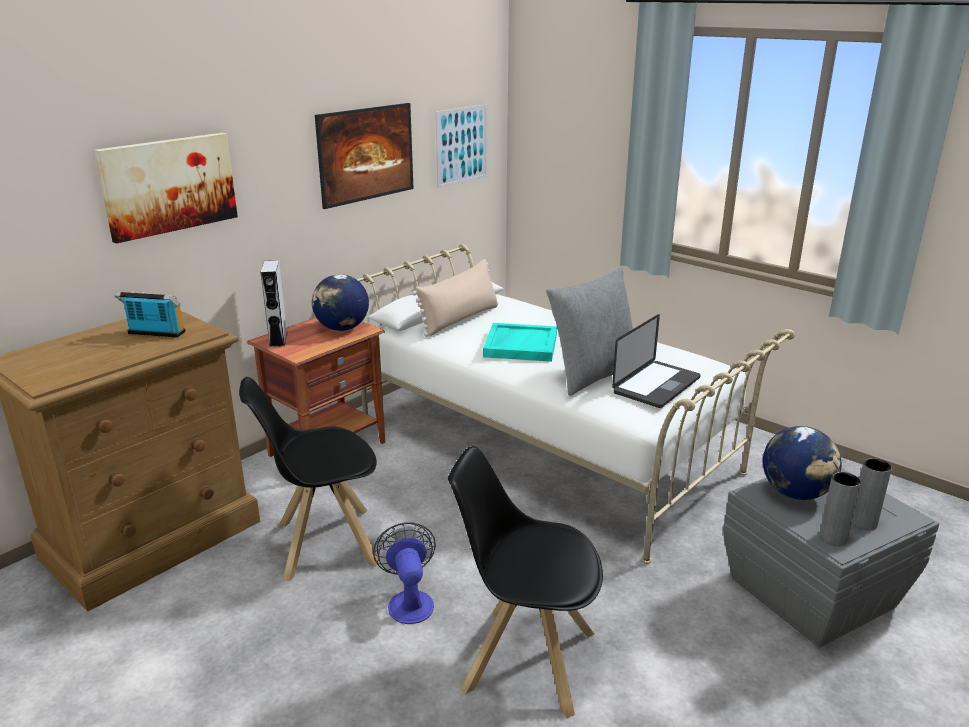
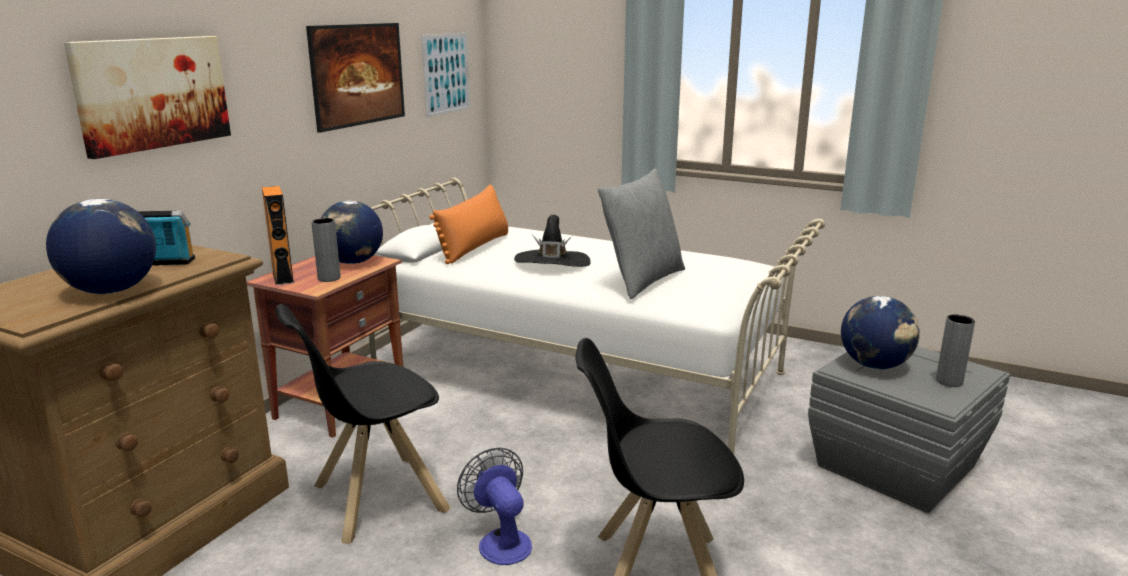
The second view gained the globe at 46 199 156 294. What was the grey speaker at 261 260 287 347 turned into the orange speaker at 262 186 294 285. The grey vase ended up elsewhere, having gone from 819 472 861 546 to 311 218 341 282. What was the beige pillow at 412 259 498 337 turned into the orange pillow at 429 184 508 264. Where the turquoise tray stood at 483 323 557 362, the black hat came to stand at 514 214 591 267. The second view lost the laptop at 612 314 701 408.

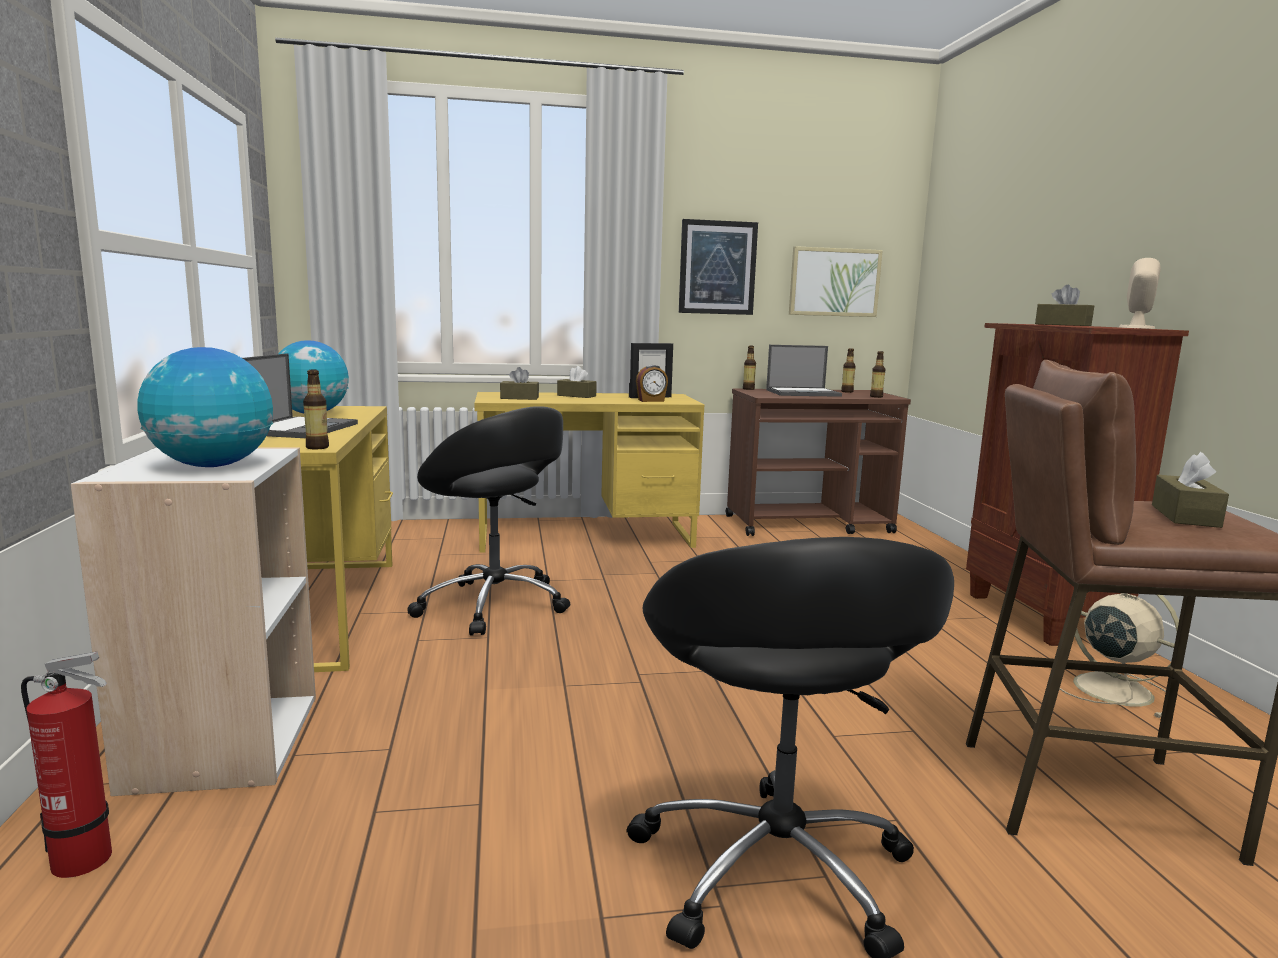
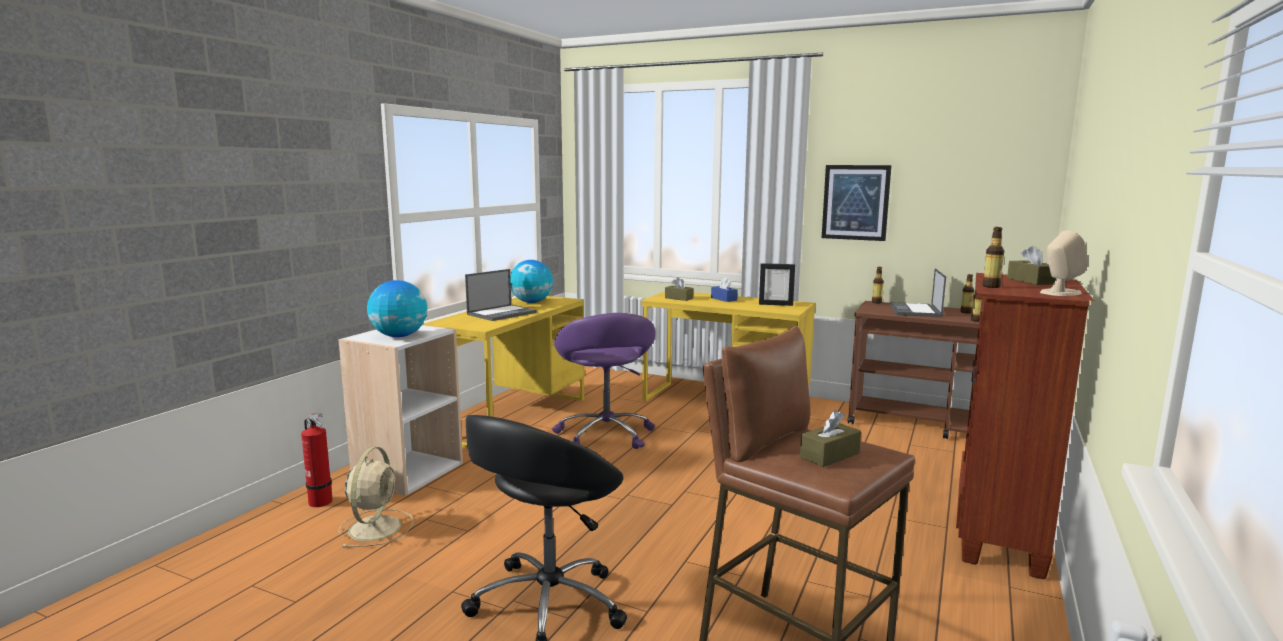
The beige fan ended up elsewhere, having gone from 1059 593 1179 718 to 339 447 414 548. What was the black office chair at 407 406 570 636 turned into the purple office chair at 552 313 656 449. What was the brown tissue box at 557 366 597 398 turned into the blue tissue box at 711 277 738 302. The laptop at 766 345 842 397 ended up facing another way, 75 degrees clockwise from before. The bottle ended up elsewhere, having gone from 303 370 329 449 to 982 227 1004 288. The second view lost the alarm clock at 636 365 668 402. The second view lost the picture at 789 246 883 317.

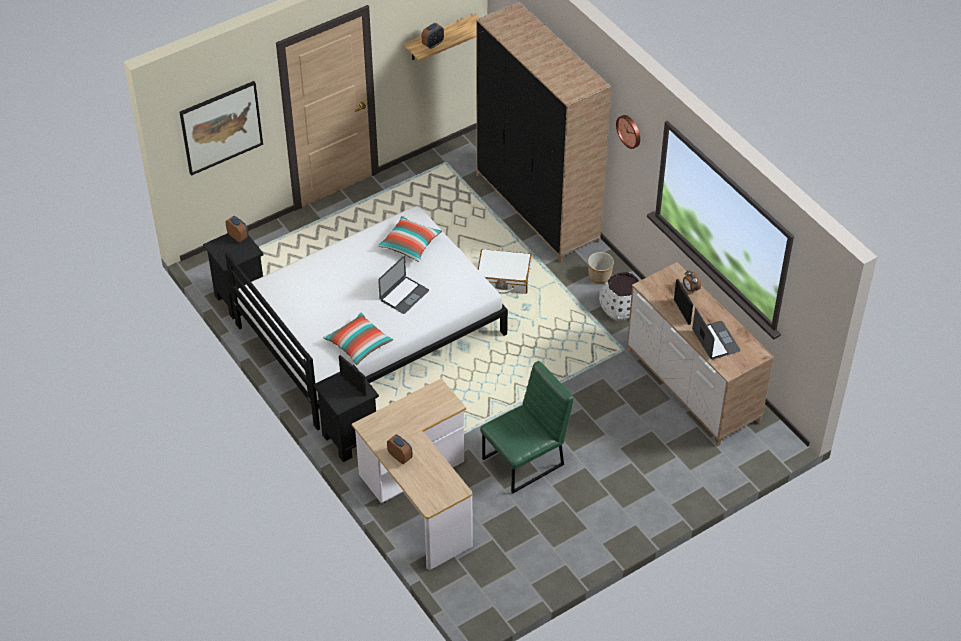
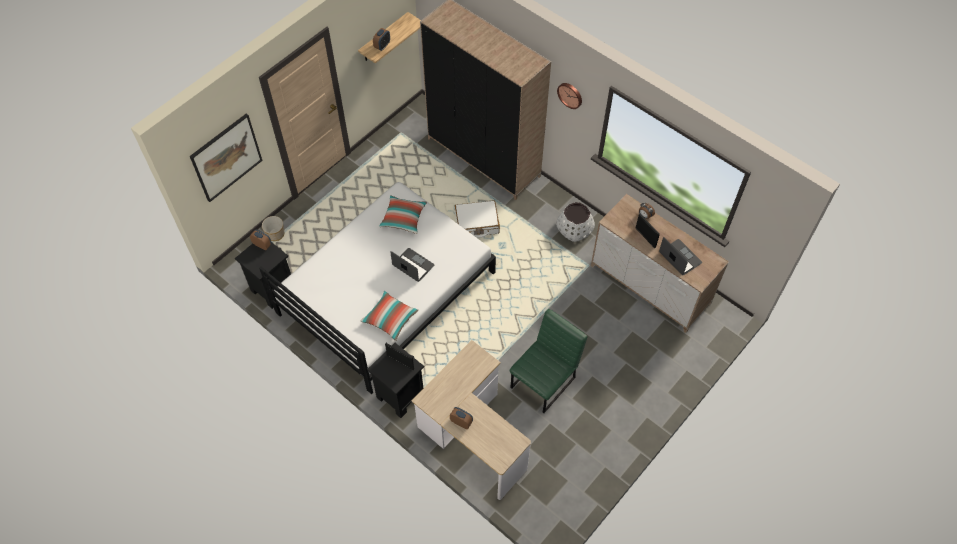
The planter ended up elsewhere, having gone from 588 252 614 283 to 262 216 285 241. The laptop at 378 256 429 314 ended up facing another way, 75 degrees counterclockwise from before.

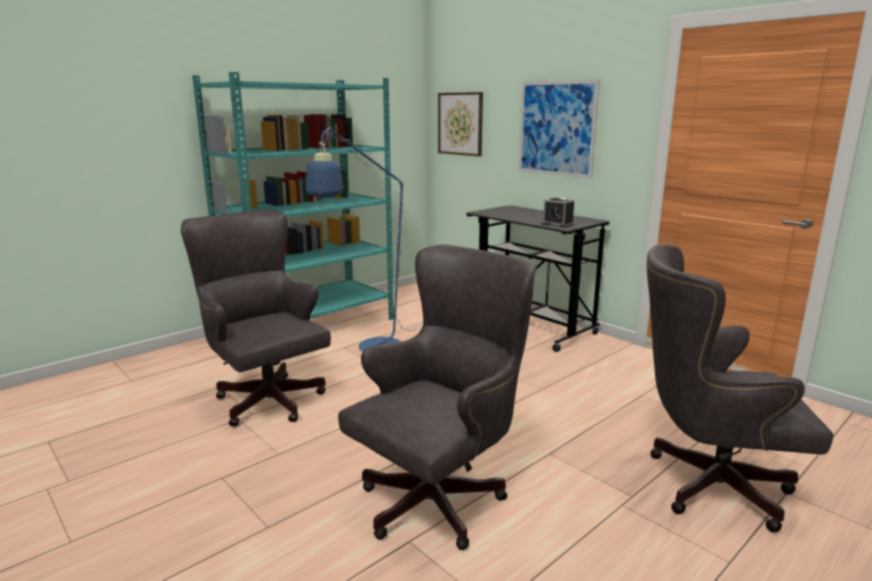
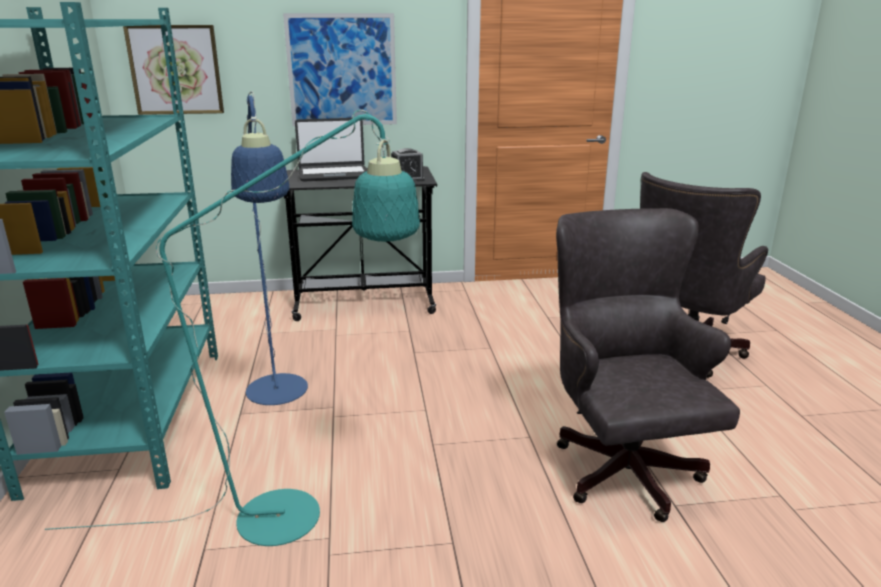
Where the grey office chair stood at 181 209 331 427, the turquoise floor lamp came to stand at 45 110 420 546. The second view gained the laptop at 295 118 367 182.

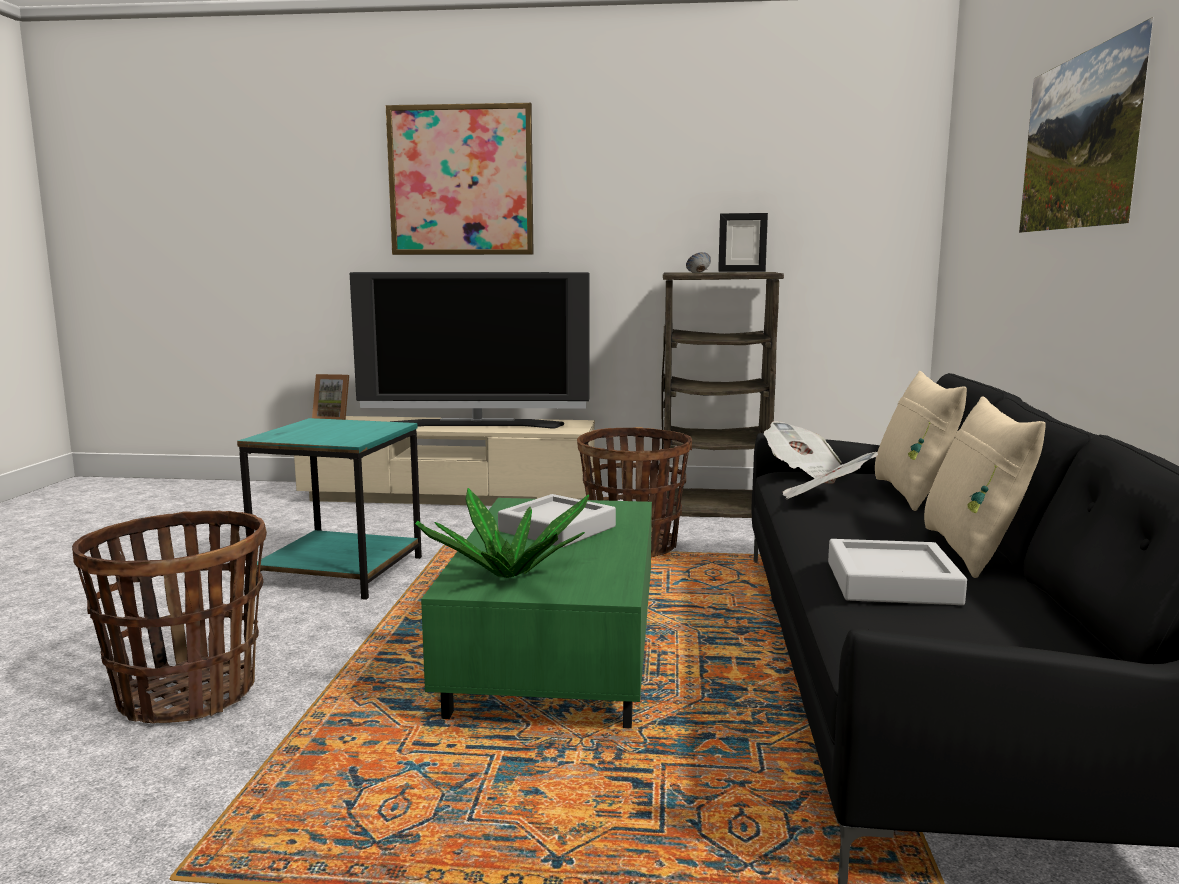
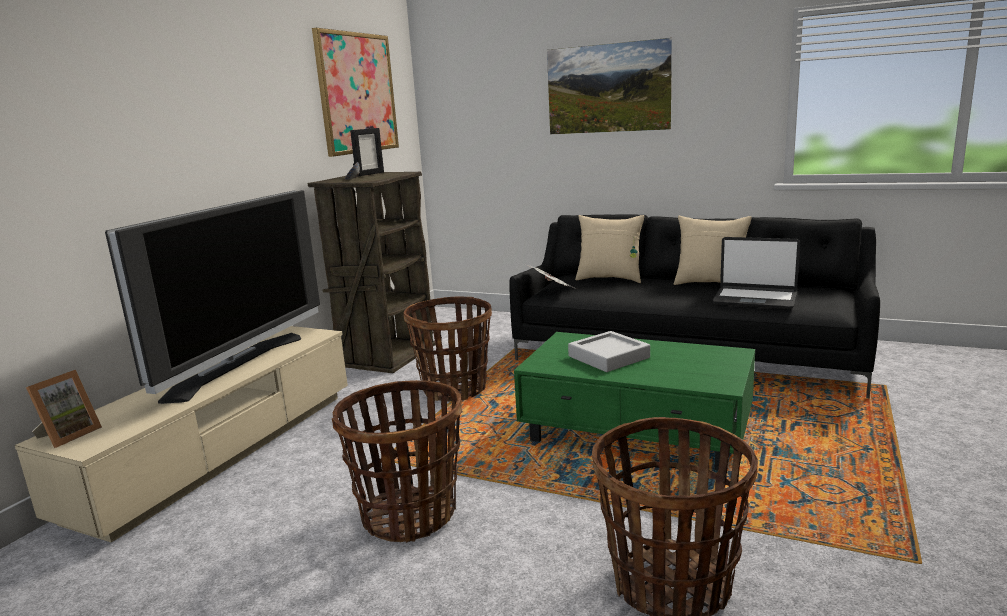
The picture ended up elsewhere, having gone from 386 103 534 255 to 312 28 399 157. Where the turquoise side table stood at 237 418 422 600, the basket came to stand at 332 380 462 543. Where the grey tray stood at 828 539 967 605, the laptop came to stand at 712 237 800 309. The second view lost the potted plant at 415 488 589 578. The second view lost the newspaper at 783 452 878 499.

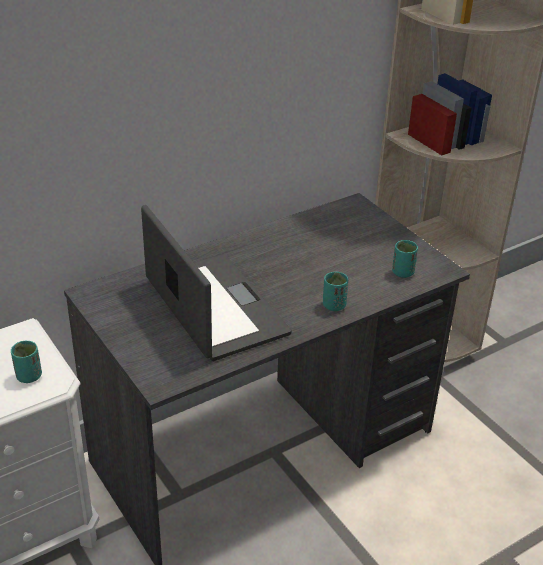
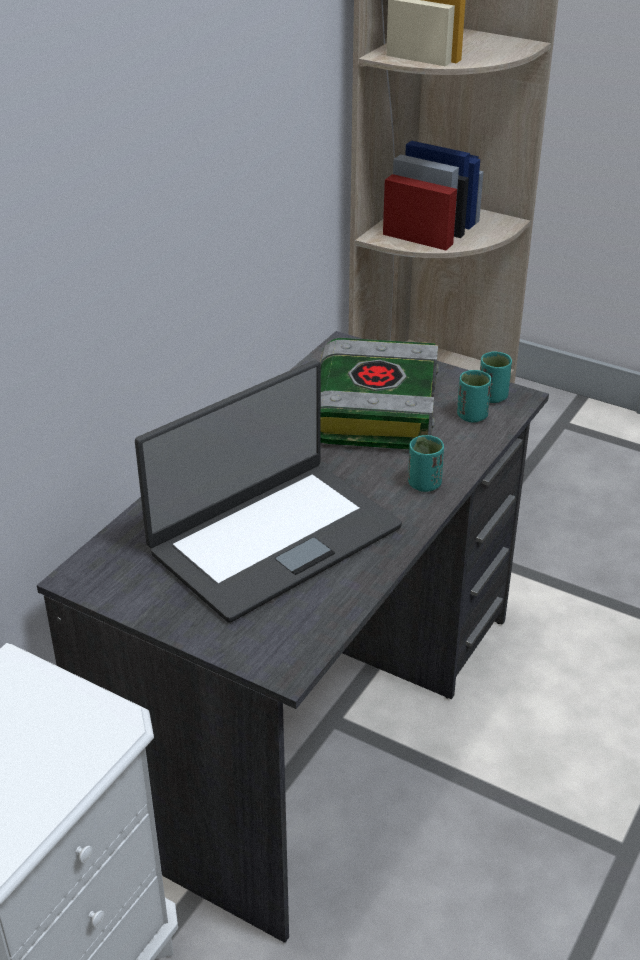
The laptop at 141 205 292 361 ended up facing another way, 105 degrees clockwise from before. The second view gained the book at 320 338 439 449. The turquoise cup ended up elsewhere, having gone from 11 341 42 383 to 480 352 512 403.

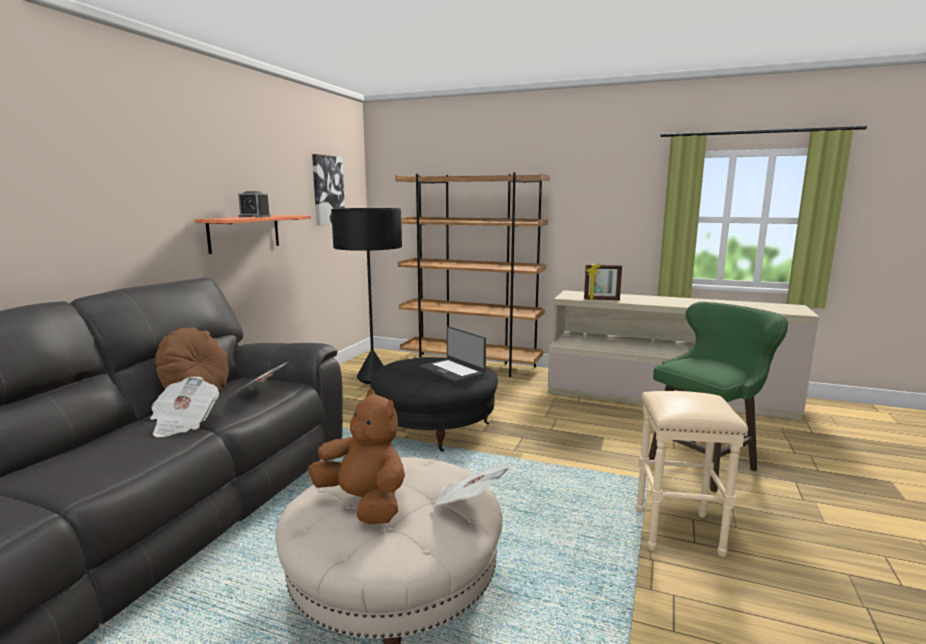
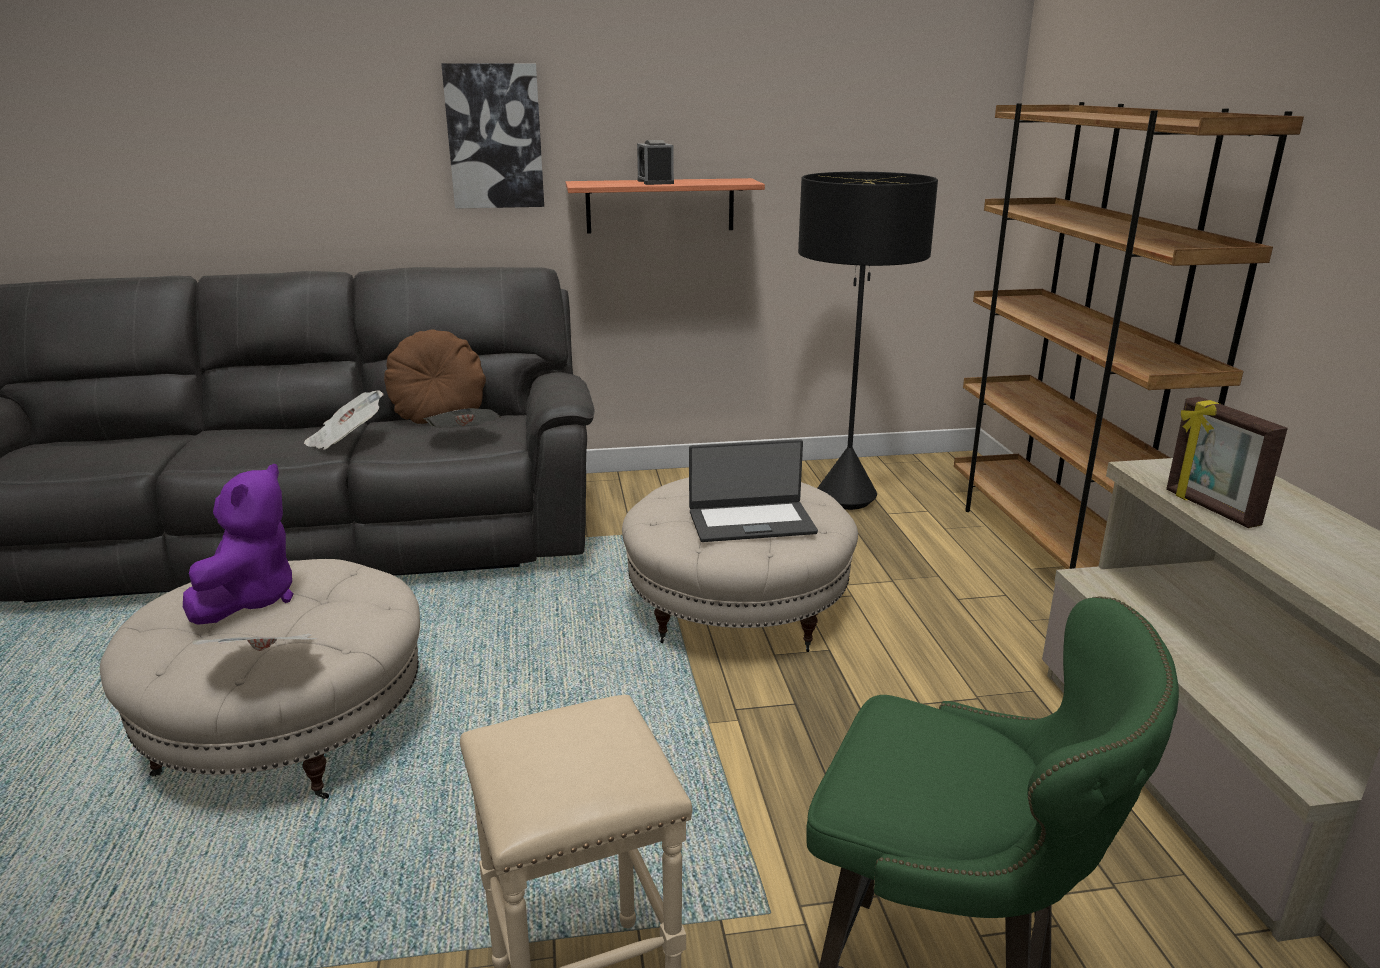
What was the brown plush toy at 308 389 405 525 turned into the purple plush toy at 183 464 294 625. The picture ended up elsewhere, having gone from 312 154 345 226 to 441 63 544 209. What was the black ottoman at 370 357 498 451 turned into the beige ottoman at 622 477 858 652. The laptop at 420 326 486 383 ended up facing another way, 120 degrees counterclockwise from before.

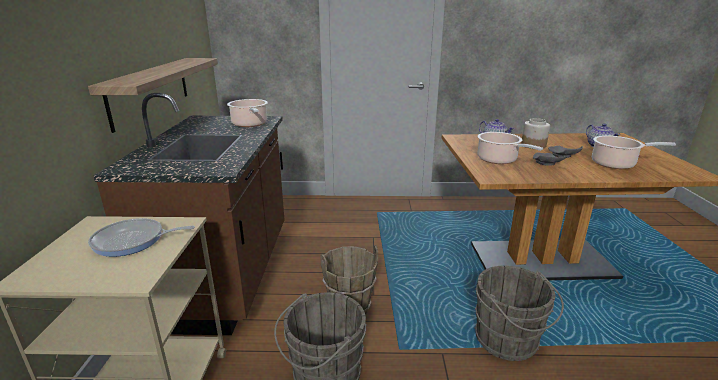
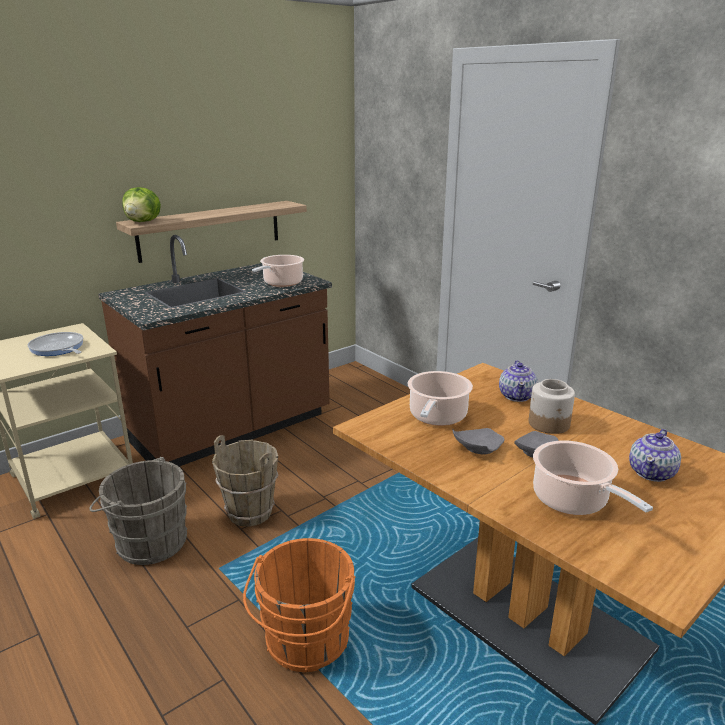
The second view gained the lettuce at 122 187 161 222. What was the grey bucket at 475 266 564 361 turned into the orange bucket at 243 538 355 672.

